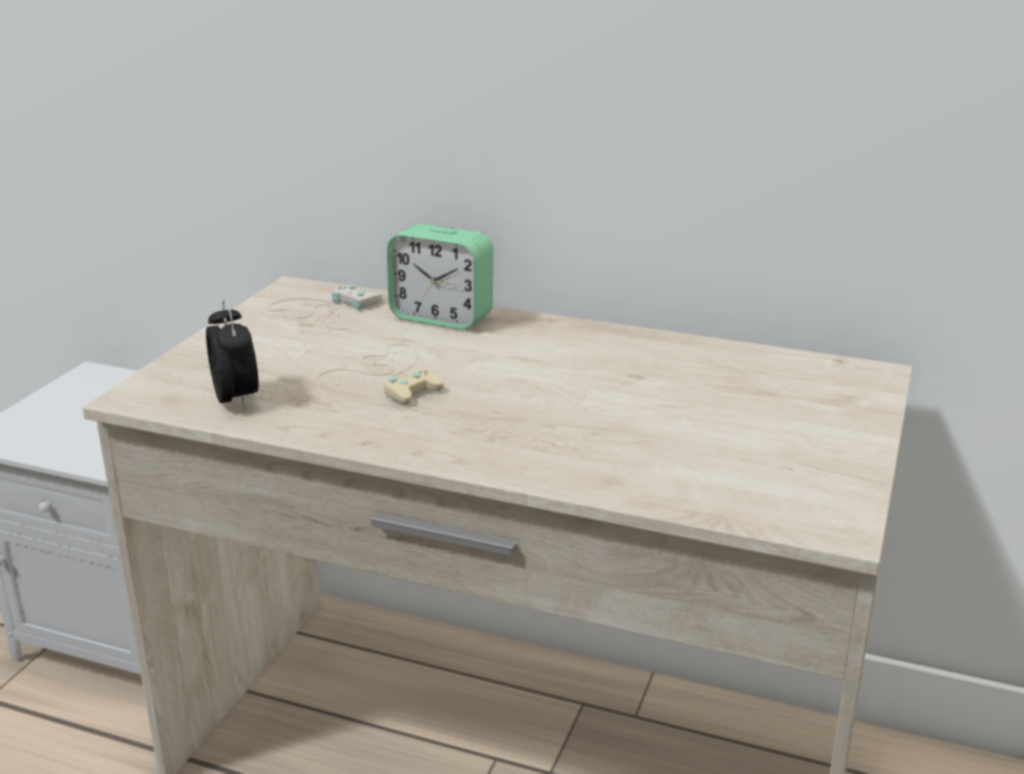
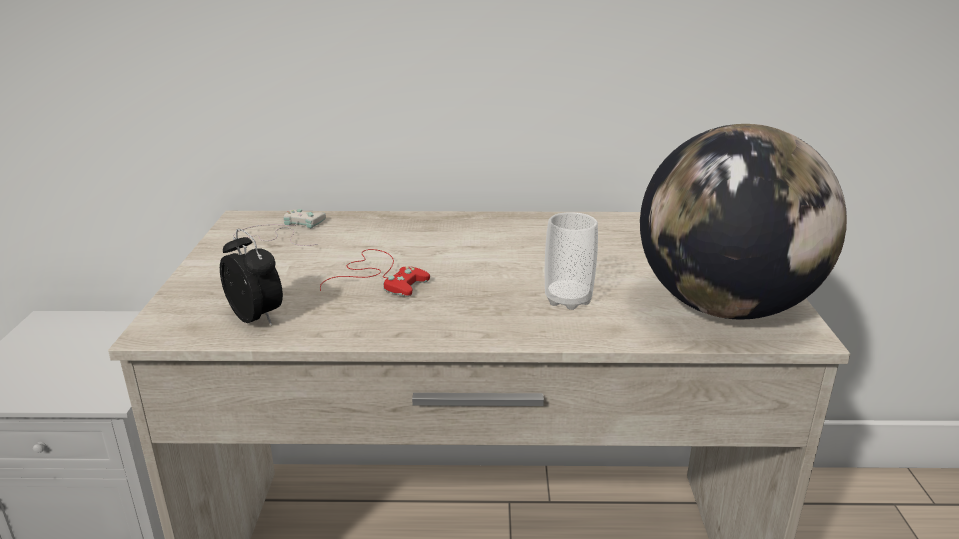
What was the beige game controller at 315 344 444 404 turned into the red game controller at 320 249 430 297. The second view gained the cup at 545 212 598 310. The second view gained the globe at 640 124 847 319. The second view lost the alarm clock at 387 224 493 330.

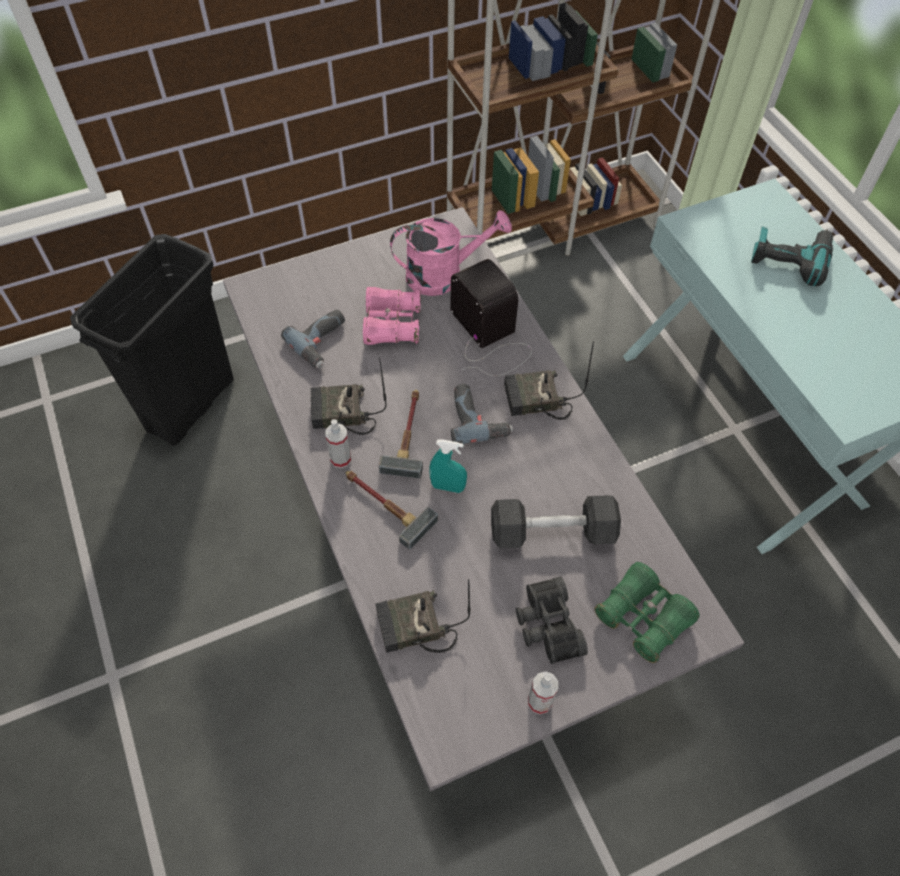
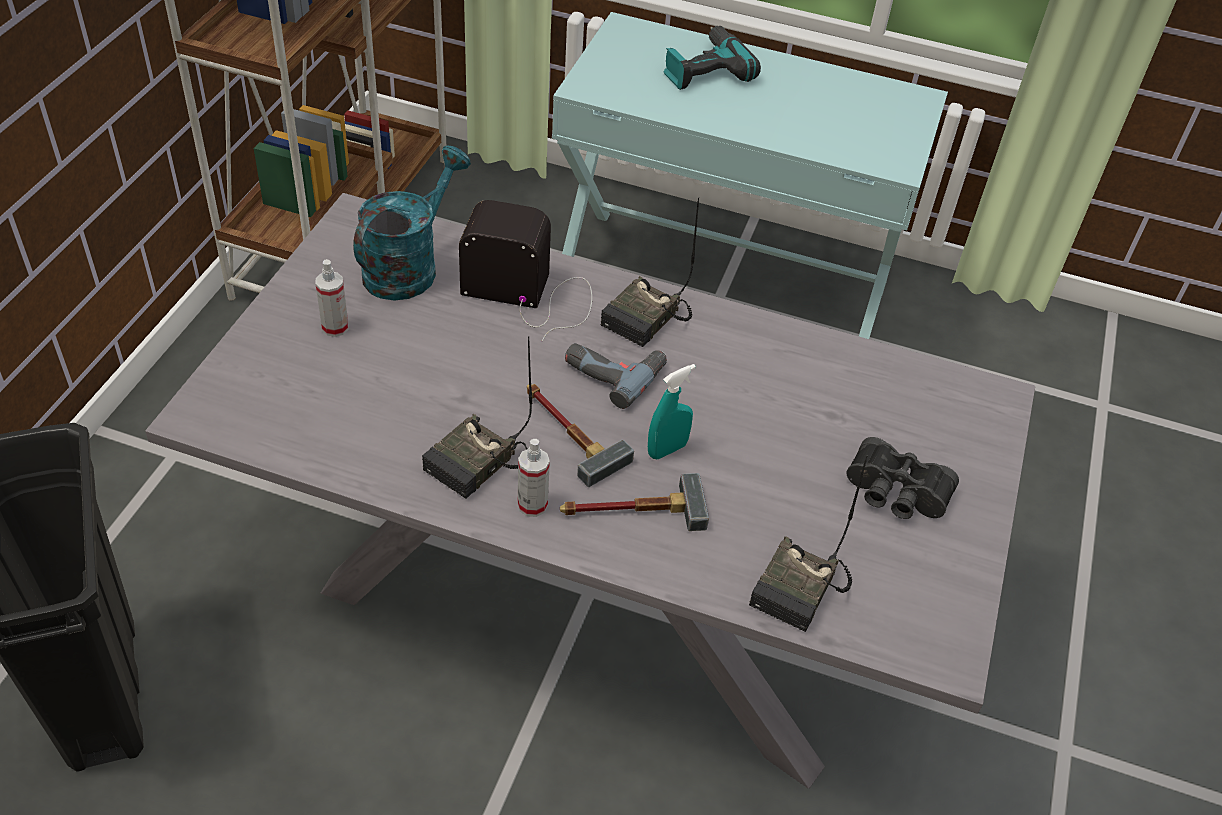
The spray bottle ended up elsewhere, having gone from 528 671 558 715 to 316 259 348 337. What was the pink watering can at 390 210 512 296 turned into the turquoise watering can at 353 145 471 301. The second view lost the power drill at 281 309 345 368. The second view lost the pink binoculars at 363 287 421 345. The second view lost the grey dumbbell at 491 495 621 549. The second view lost the green binoculars at 594 562 700 663.

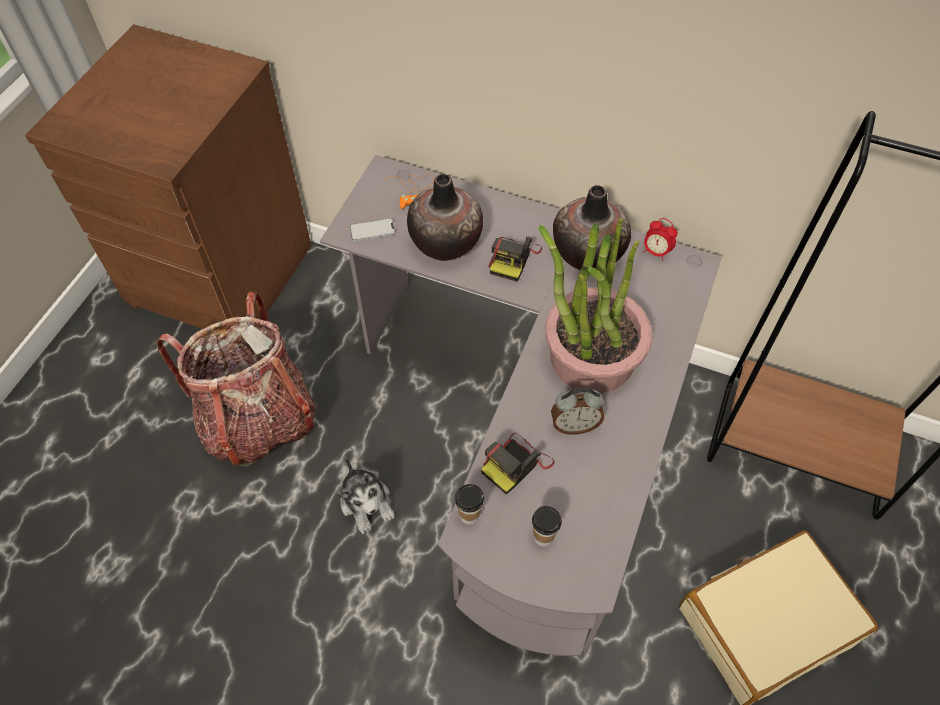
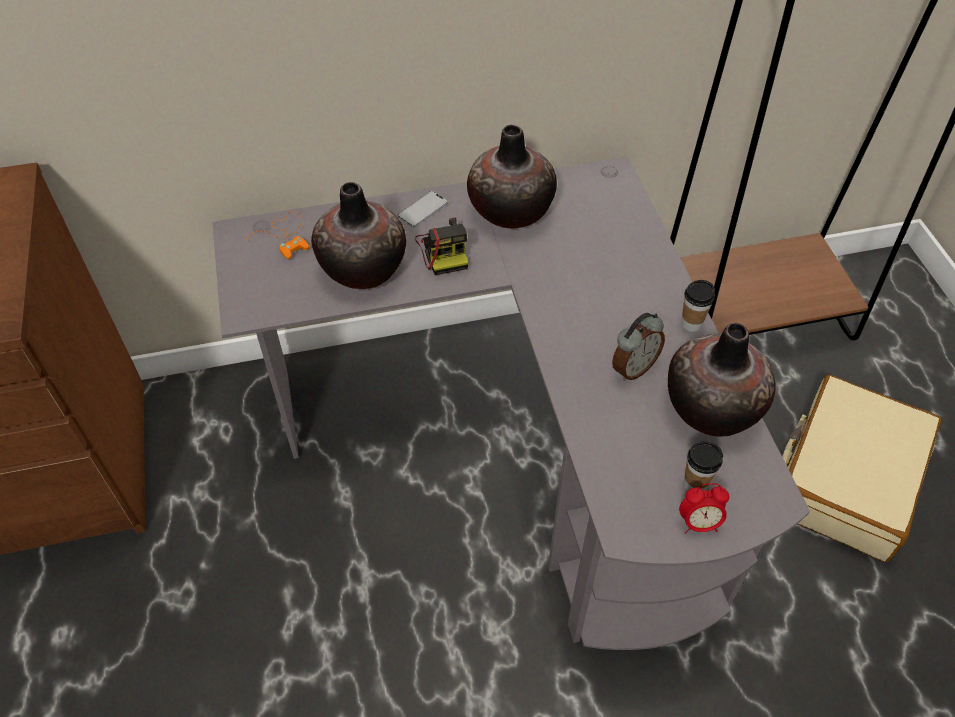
The phone ended up elsewhere, having gone from 350 218 395 241 to 398 191 448 228. The second view gained the vase at 668 323 776 437. The alarm clock ended up elsewhere, having gone from 643 218 678 261 to 679 483 730 533. The cup ended up elsewhere, having gone from 455 484 484 524 to 681 280 715 332. The second view lost the backpack at 156 291 316 467. The second view lost the plush toy at 337 456 395 534. The second view lost the photo camera at 481 433 554 495. The second view lost the potted plant at 539 218 652 393.

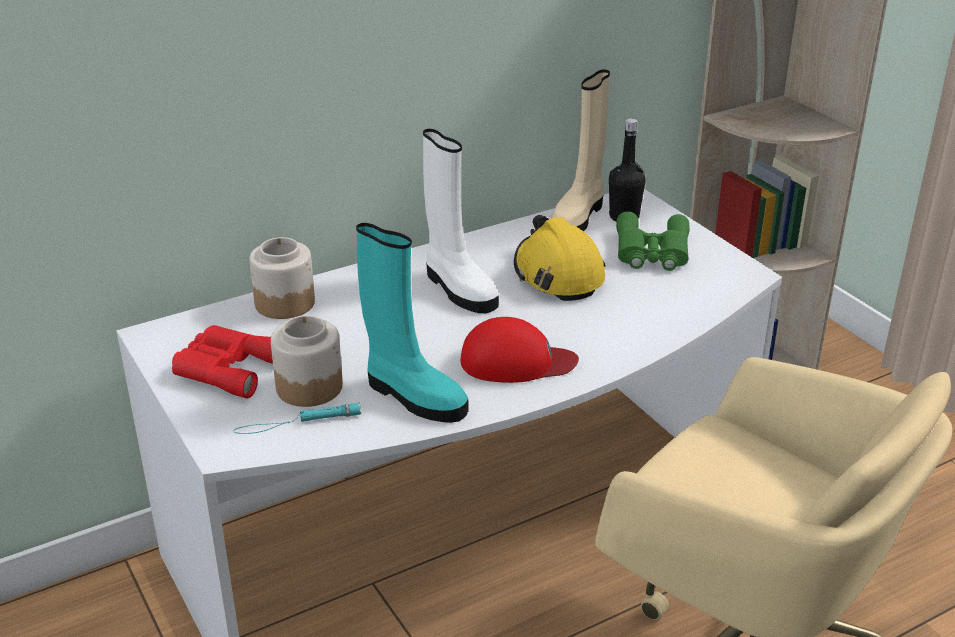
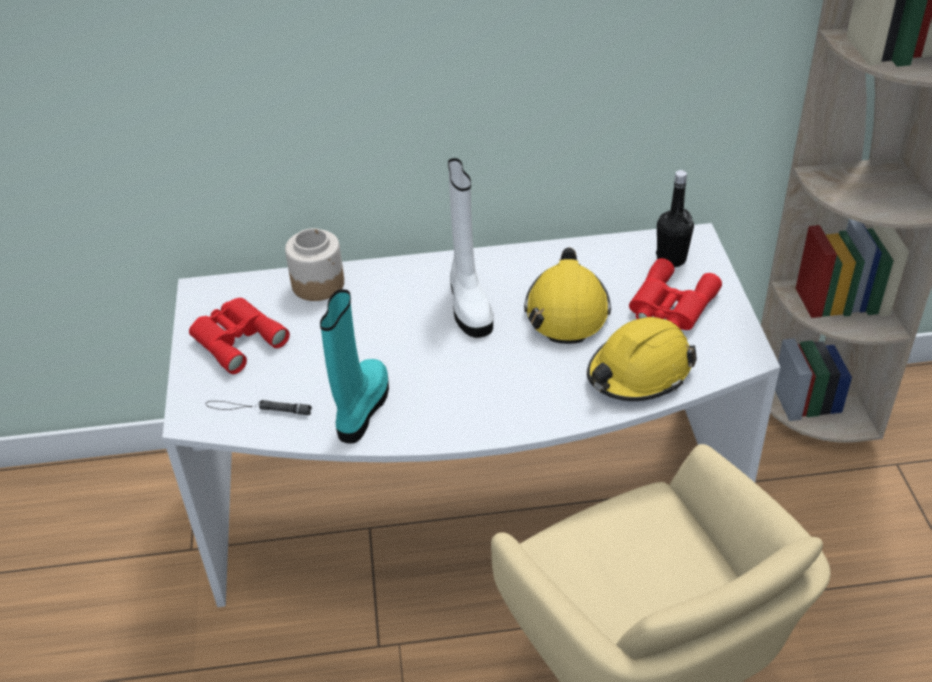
What was the turquoise flashlight at 234 403 361 434 turned into the black flashlight at 206 400 312 415. The turquoise boot at 356 223 468 423 ended up facing another way, 135 degrees counterclockwise from before. The second view gained the yellow hard hat at 587 317 697 401. What was the green binoculars at 616 211 690 271 turned into the red binoculars at 629 258 722 330. The second view lost the jar at 271 315 343 407. The second view lost the red cap at 460 317 579 383. The second view lost the beige boot at 551 70 610 231.

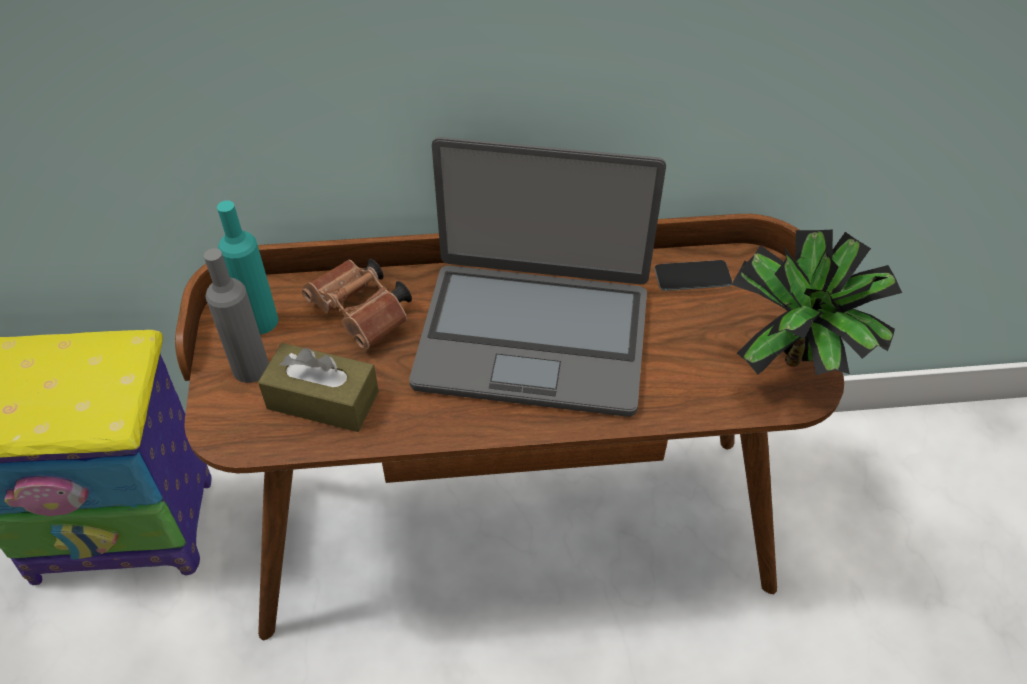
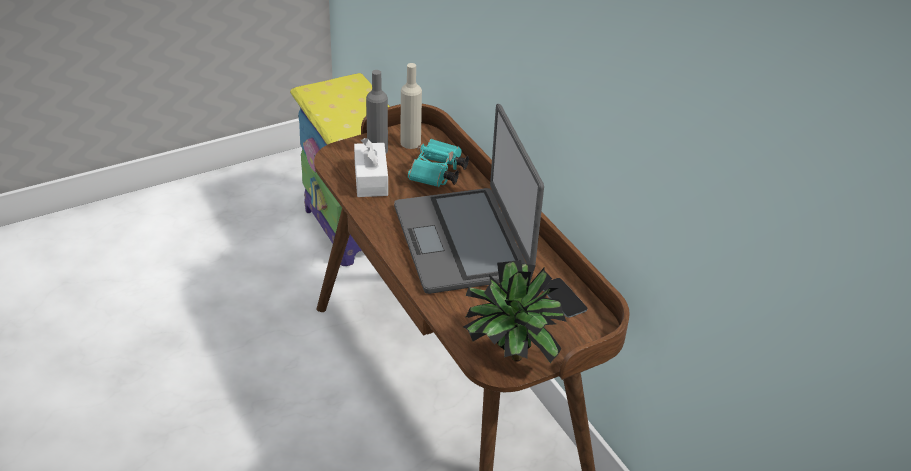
What was the brown tissue box at 258 343 379 432 turned into the white tissue box at 354 138 388 197. What was the turquoise bottle at 217 200 278 334 turned into the beige bottle at 401 63 422 149. What was the brown binoculars at 302 259 412 349 turned into the turquoise binoculars at 408 139 469 187.

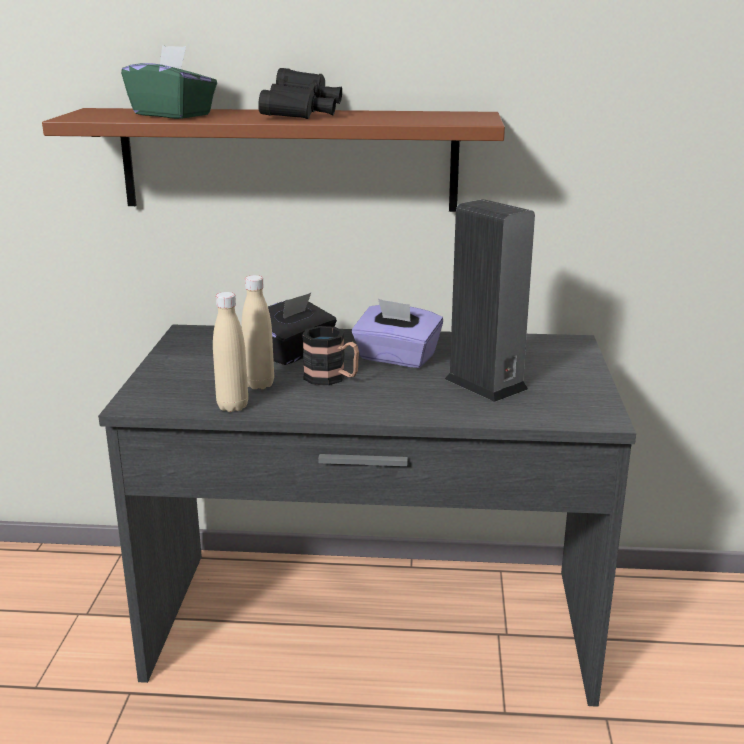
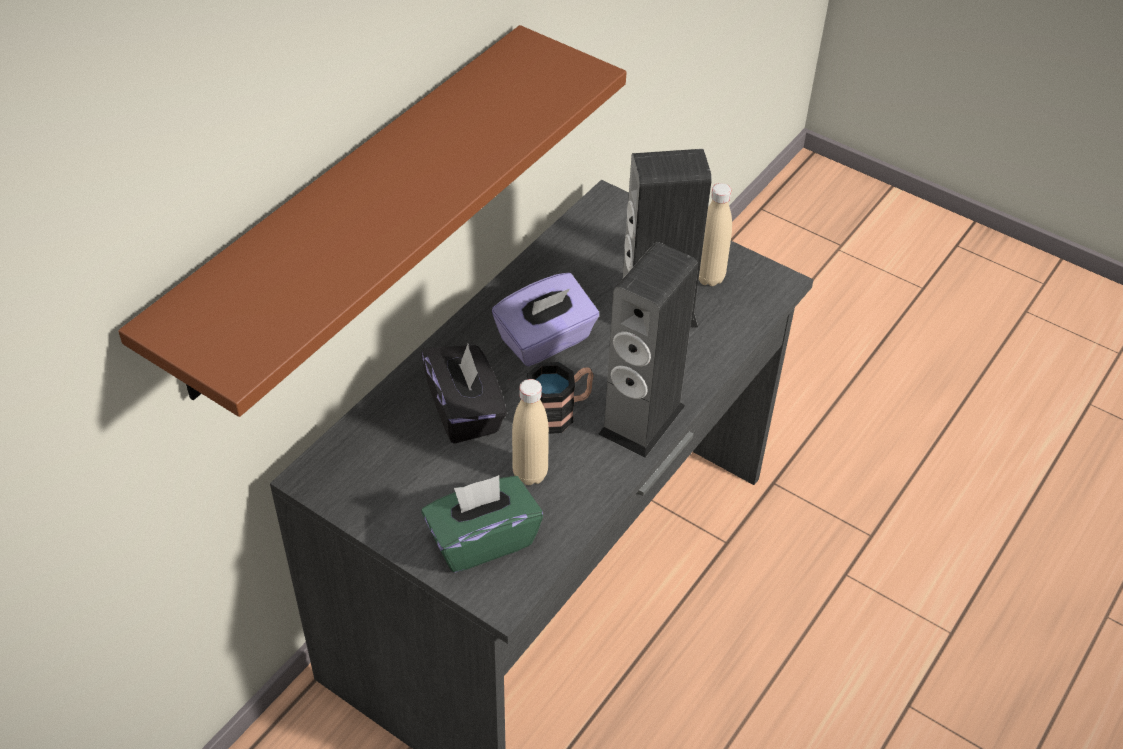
The green tissue box ended up elsewhere, having gone from 121 45 217 119 to 421 475 543 573. The second view gained the speaker at 598 242 698 458. The beige bottle ended up elsewhere, having gone from 213 292 248 412 to 699 183 732 286. The second view lost the black binoculars at 258 68 342 119.

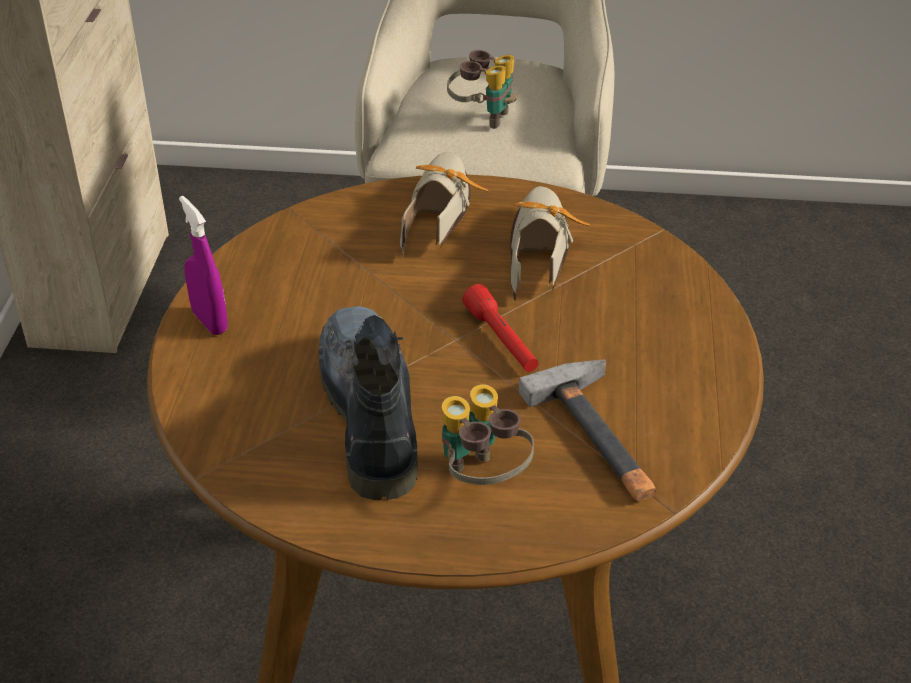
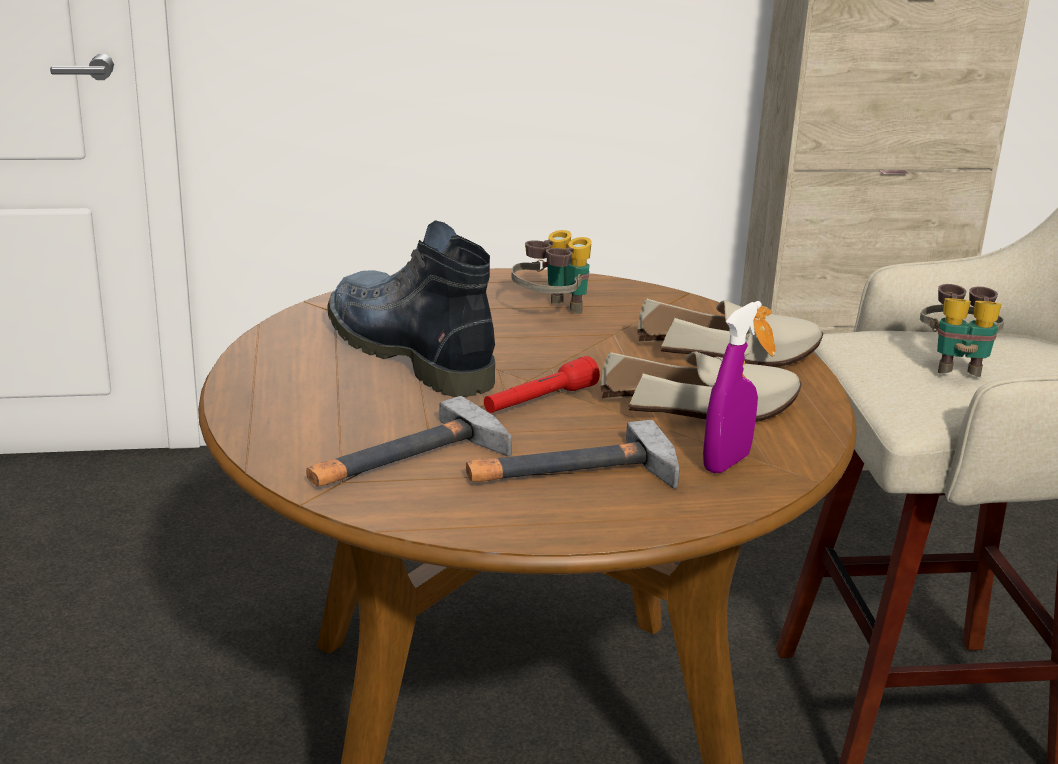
The boot at 318 306 418 500 ended up facing another way, 105 degrees counterclockwise from before. The second view gained the hammer at 466 420 679 489. The binoculars ended up elsewhere, having gone from 442 384 534 485 to 512 230 592 314. The purple spray bottle ended up elsewhere, having gone from 179 196 228 335 to 703 301 762 474.

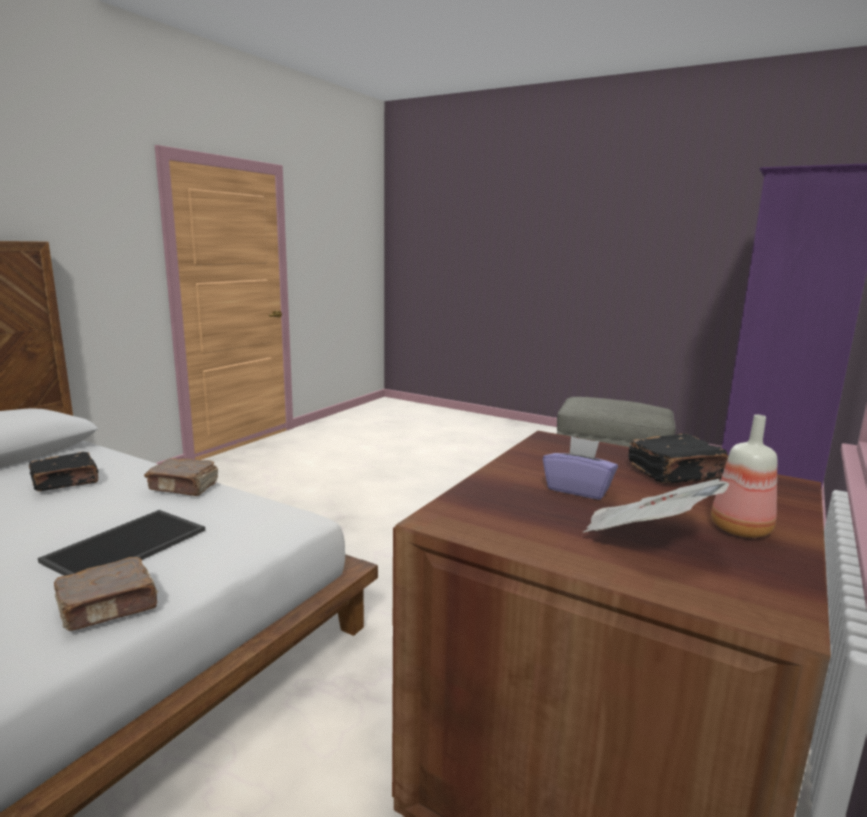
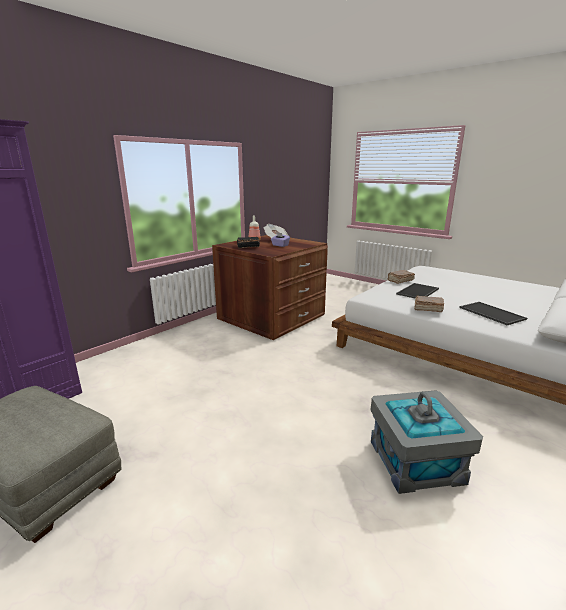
The second view gained the grey storage box at 370 390 483 494. Where the black book stood at 29 452 98 491, the tray came to stand at 459 302 527 325.

